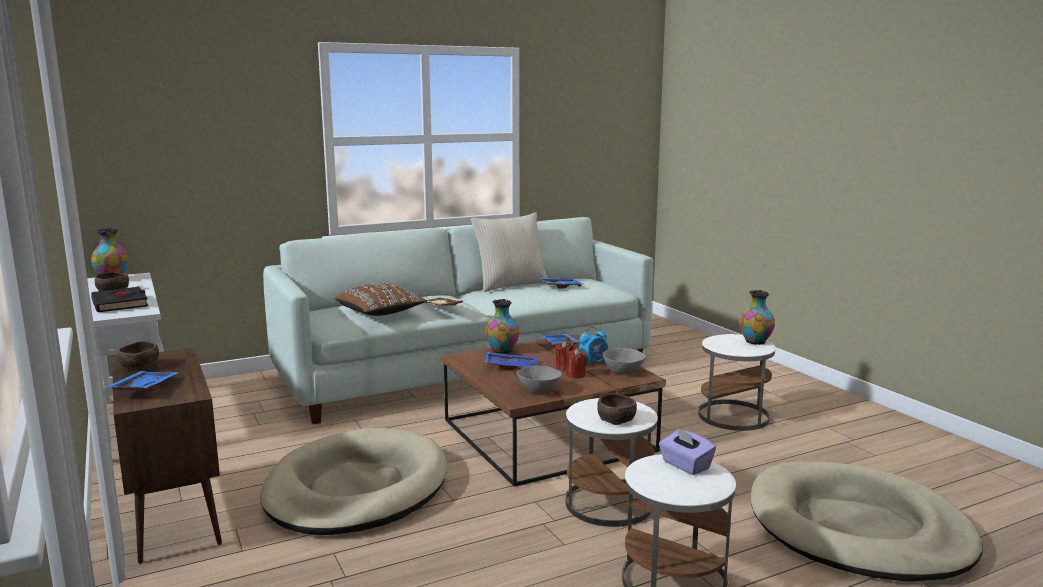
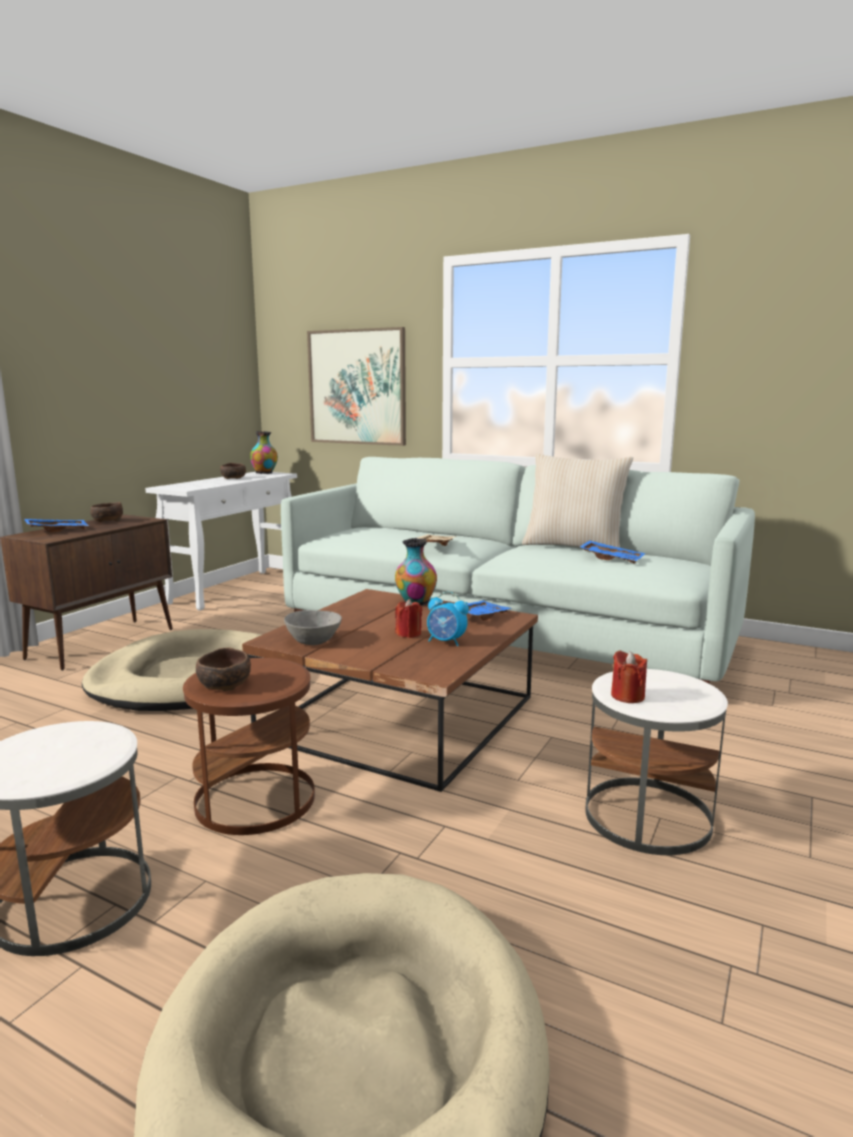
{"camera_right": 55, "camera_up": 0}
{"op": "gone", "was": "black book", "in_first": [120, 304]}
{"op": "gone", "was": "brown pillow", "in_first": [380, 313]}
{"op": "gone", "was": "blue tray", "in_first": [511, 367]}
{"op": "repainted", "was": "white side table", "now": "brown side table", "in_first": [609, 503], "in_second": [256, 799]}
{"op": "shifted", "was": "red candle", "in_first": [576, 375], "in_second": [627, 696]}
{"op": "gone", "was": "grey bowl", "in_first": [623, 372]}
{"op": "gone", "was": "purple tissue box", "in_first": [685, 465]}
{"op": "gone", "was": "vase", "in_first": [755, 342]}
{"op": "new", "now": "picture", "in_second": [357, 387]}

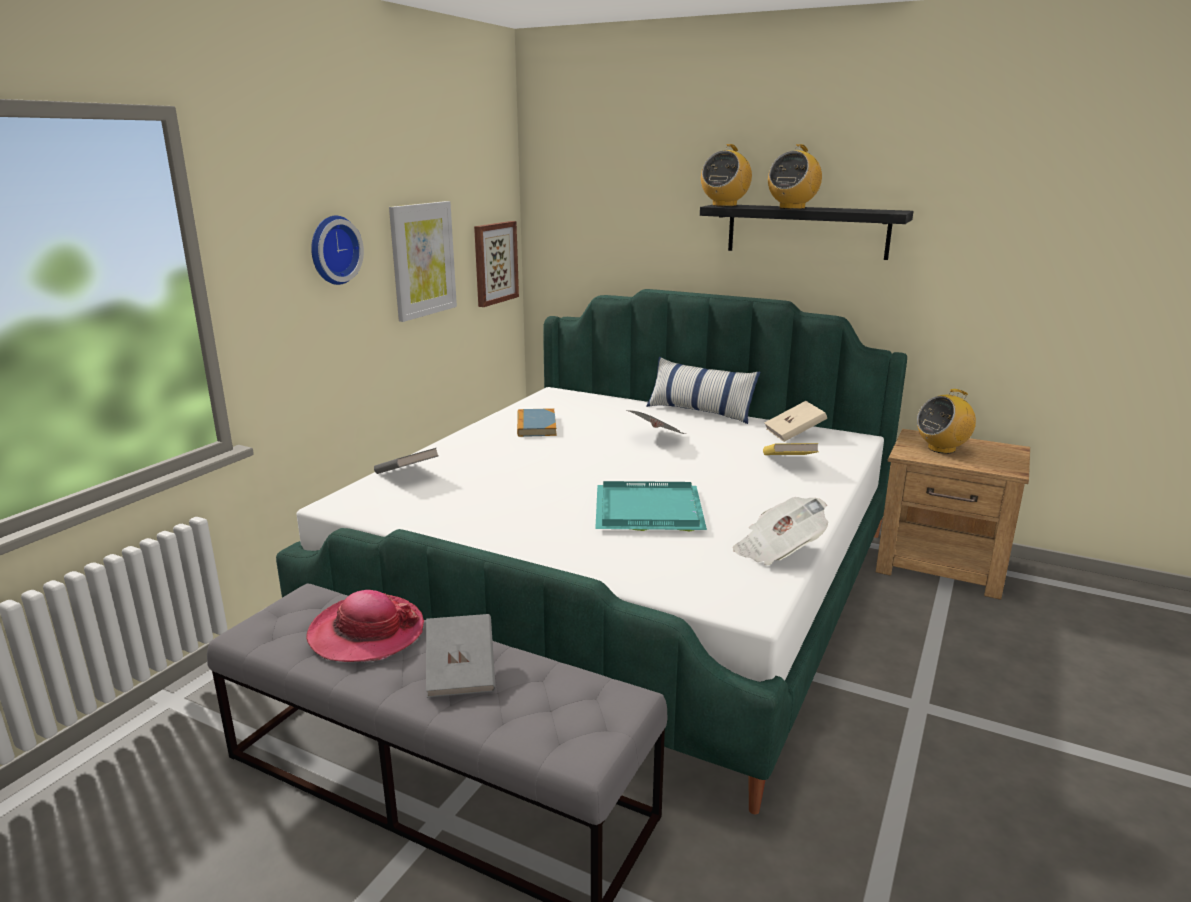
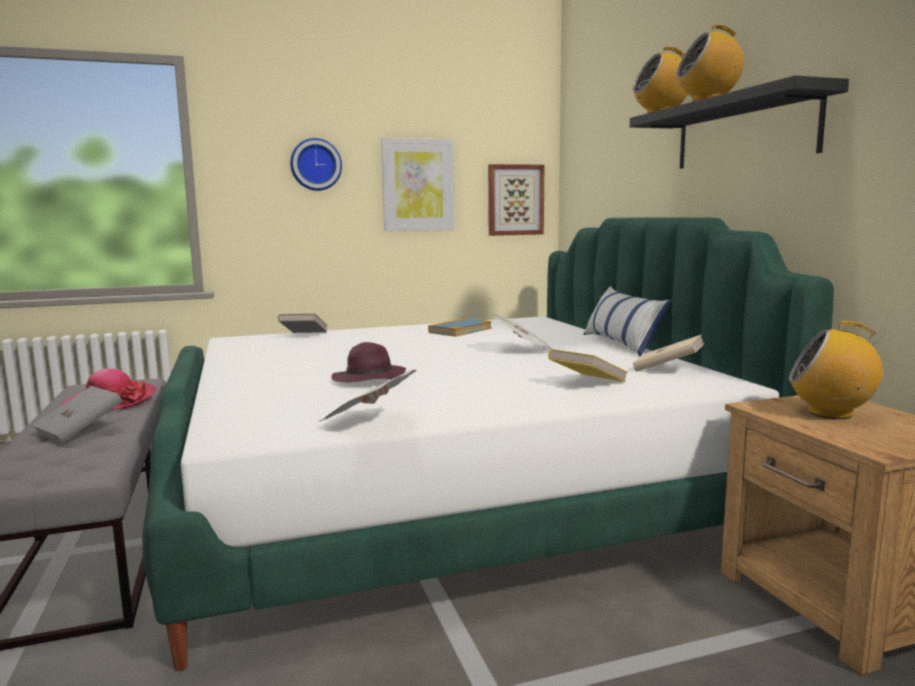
{"camera_right": 45, "camera_up": -10}
{"op": "swapped", "was": "turquoise tray", "now": "purple hat", "in_first": [650, 511], "in_second": [368, 380]}

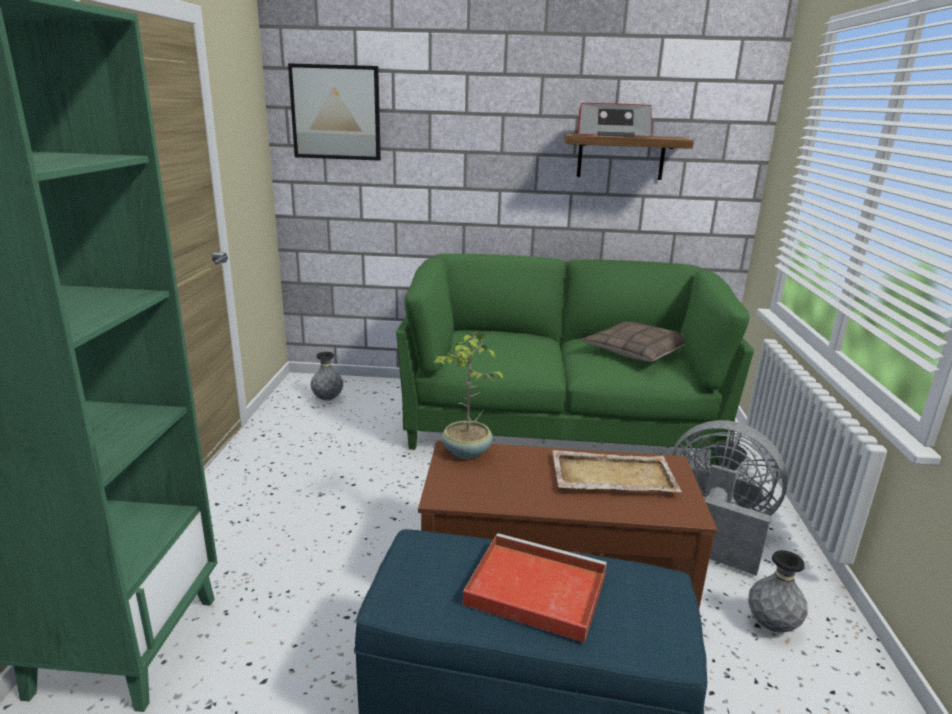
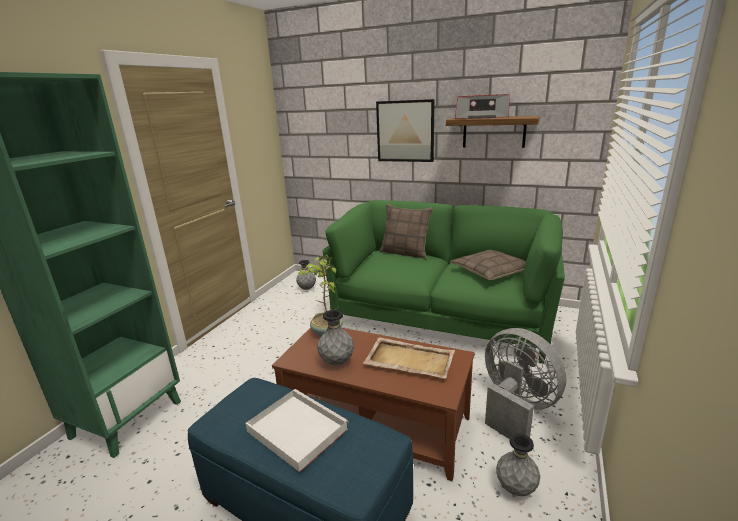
{"camera_right": 20, "camera_up": 0}
{"op": "shifted", "was": "picture", "in_first": [336, 112], "in_second": [405, 131]}
{"op": "repainted", "was": "red tray", "now": "white tray", "in_first": [533, 589], "in_second": [295, 430]}
{"op": "new", "now": "grey vase", "in_second": [337, 362]}
{"op": "new", "now": "pillow", "in_second": [405, 253]}

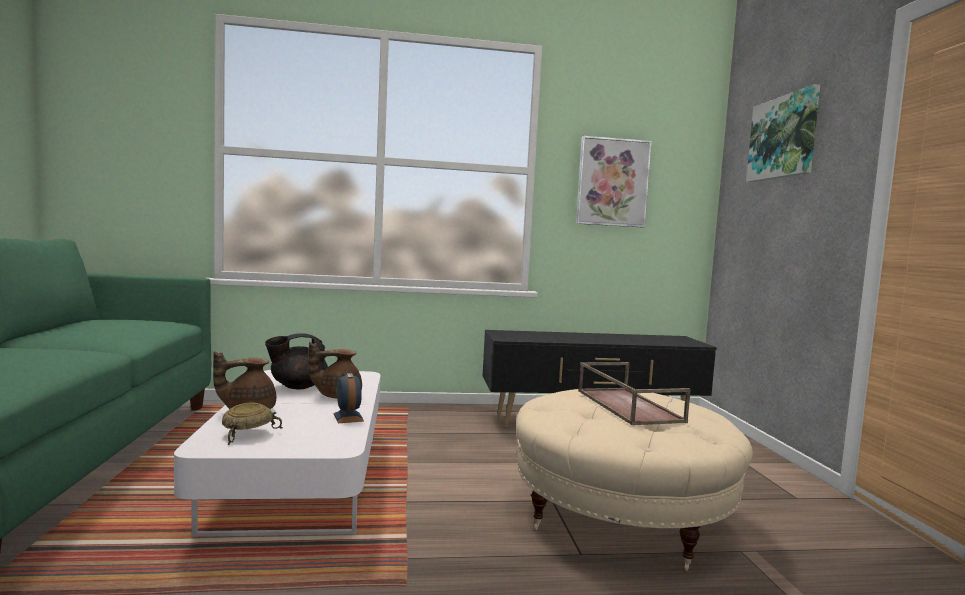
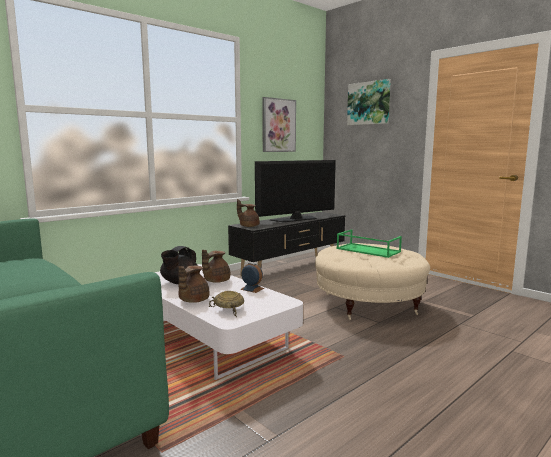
{"camera_right": -35, "camera_up": 5}
{"op": "repainted", "was": "brown tray", "now": "green tray", "in_first": [626, 405], "in_second": [367, 250]}
{"op": "new", "now": "brown teapot", "in_second": [248, 226]}
{"op": "new", "now": "television", "in_second": [296, 219]}

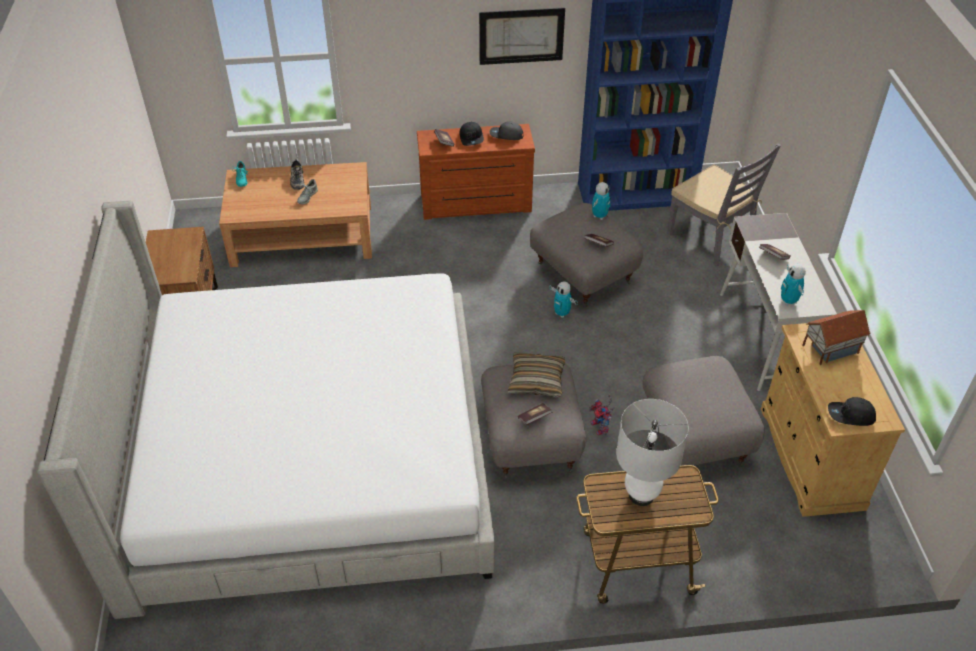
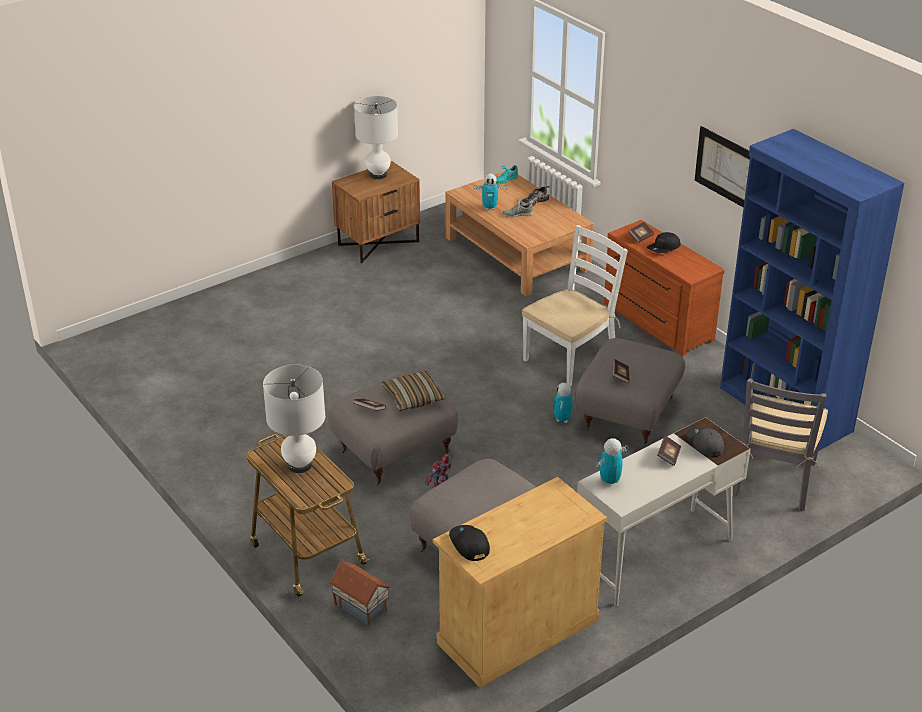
{"camera_right": 60, "camera_up": -10}
{"op": "gone", "was": "bed", "in_first": [308, 459]}
{"op": "shifted", "was": "grey cap", "in_first": [506, 135], "in_second": [704, 444]}
{"op": "shifted", "was": "toy robot", "in_first": [599, 216], "in_second": [490, 208]}
{"op": "shifted", "was": "toy house", "in_first": [830, 349], "in_second": [361, 606]}
{"op": "new", "now": "white table lamp", "in_second": [378, 175]}
{"op": "new", "now": "white chair", "in_second": [570, 359]}

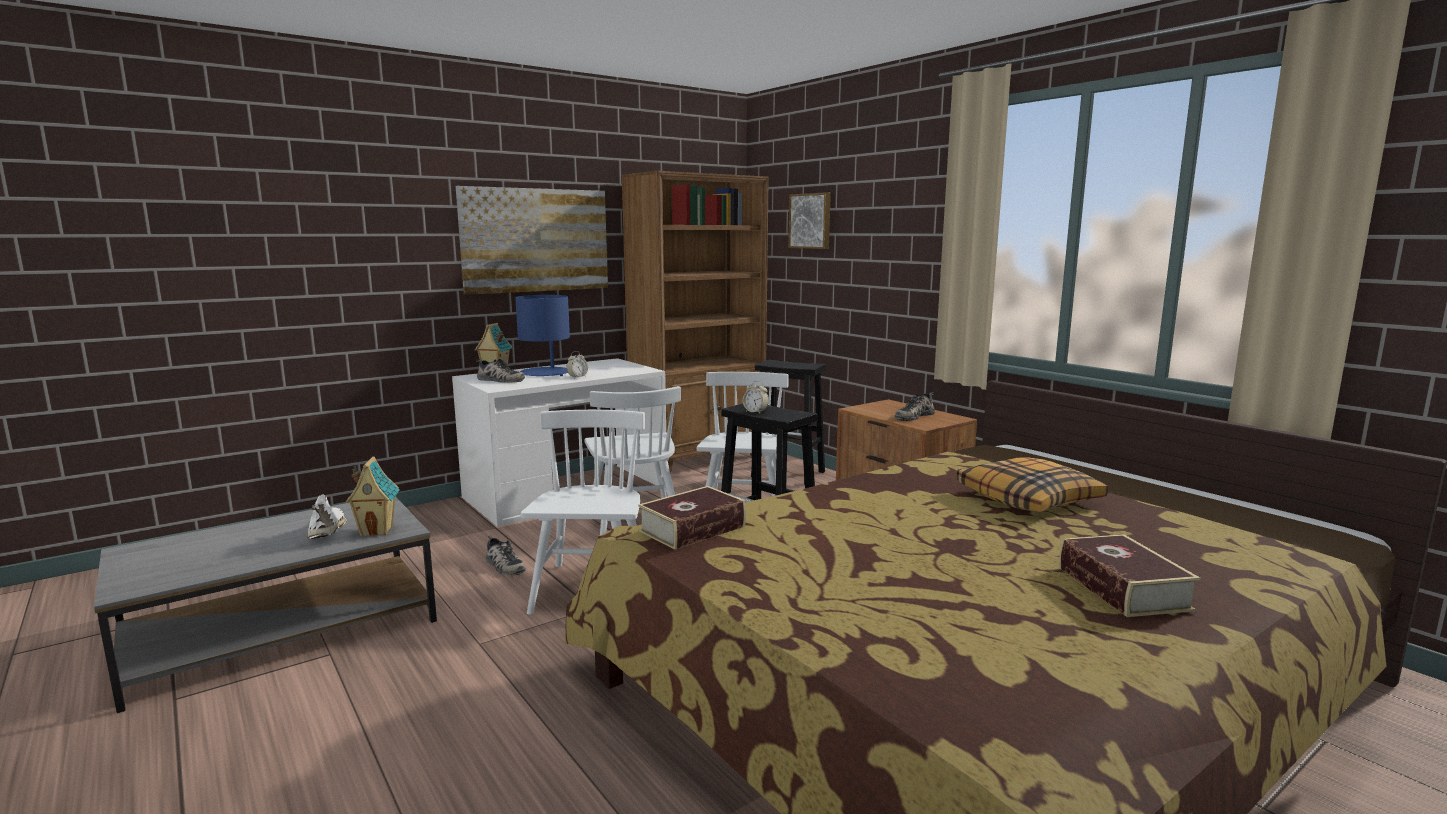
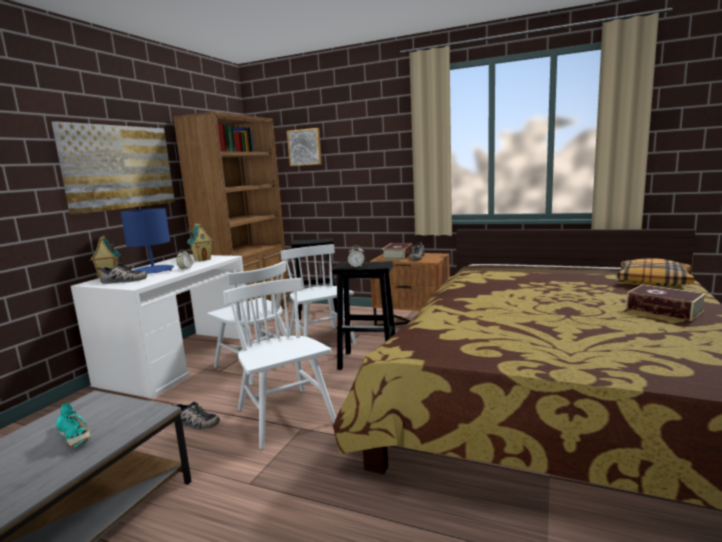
{"camera_right": -30, "camera_up": 0}
{"op": "repainted", "was": "white shoe", "now": "turquoise shoe", "in_first": [328, 529], "in_second": [75, 435]}
{"op": "shifted", "was": "toy house", "in_first": [377, 530], "in_second": [202, 259]}
{"op": "shifted", "was": "book", "in_first": [692, 529], "in_second": [397, 256]}
{"op": "shifted", "was": "pillow", "in_first": [1029, 499], "in_second": [653, 281]}

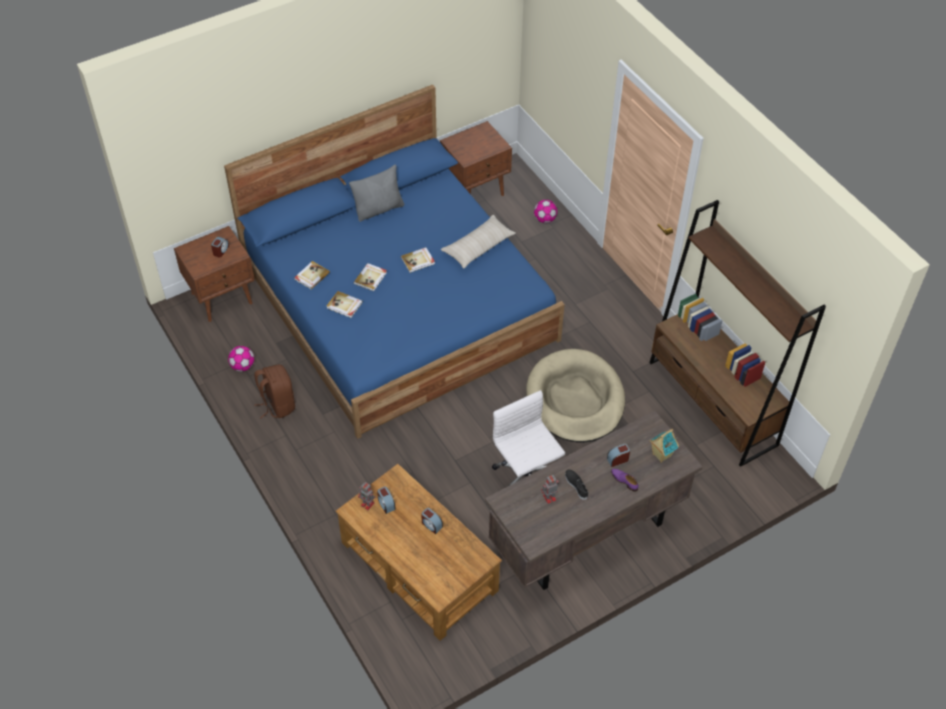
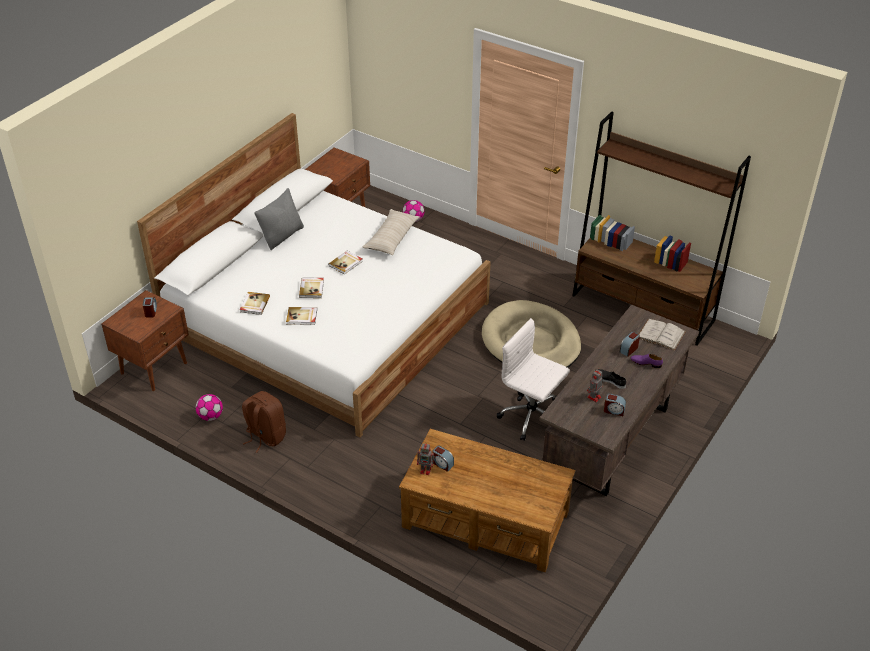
{"camera_right": -25, "camera_up": -10}
{"op": "repainted", "was": "blue bed", "now": "white bed", "in_first": [399, 303], "in_second": [327, 320]}
{"op": "shifted", "was": "alarm clock", "in_first": [431, 525], "in_second": [614, 410]}
{"op": "swapped", "was": "toy house", "now": "white book", "in_first": [661, 455], "in_second": [661, 334]}

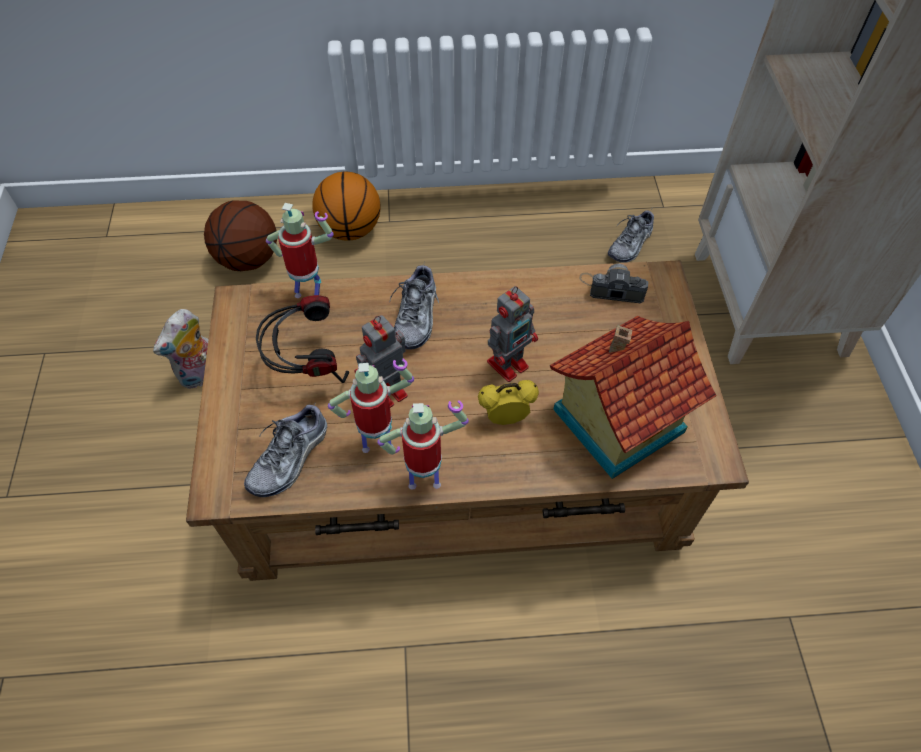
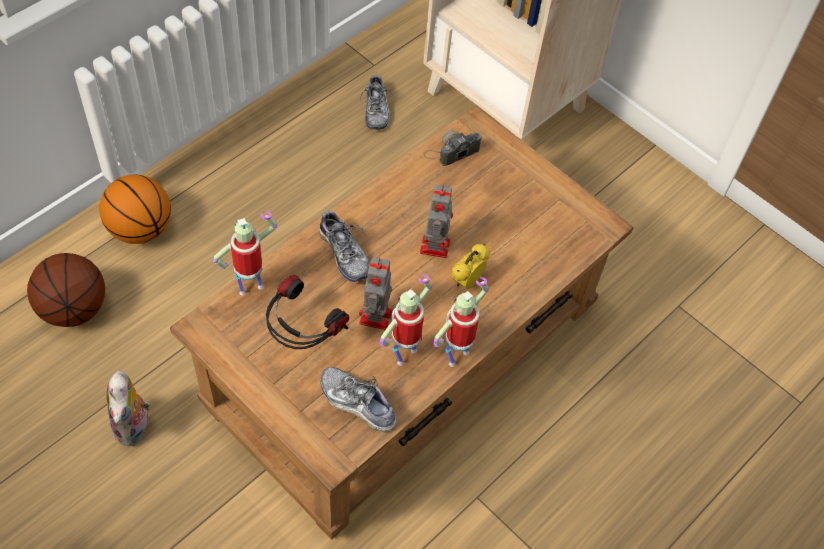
{"camera_right": -45, "camera_up": 0}
{"op": "rotated", "was": "shoe", "in_first": [290, 458], "in_second": [357, 403], "clockwise": 135}
{"op": "gone", "was": "toy house", "in_first": [615, 418]}

